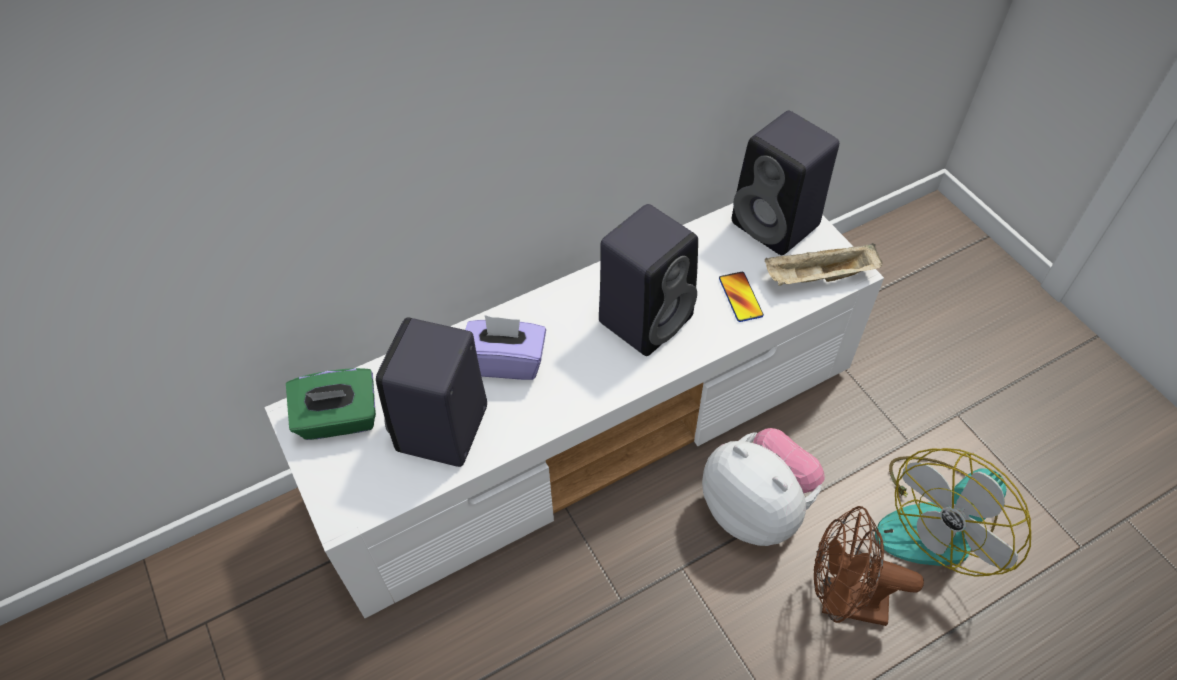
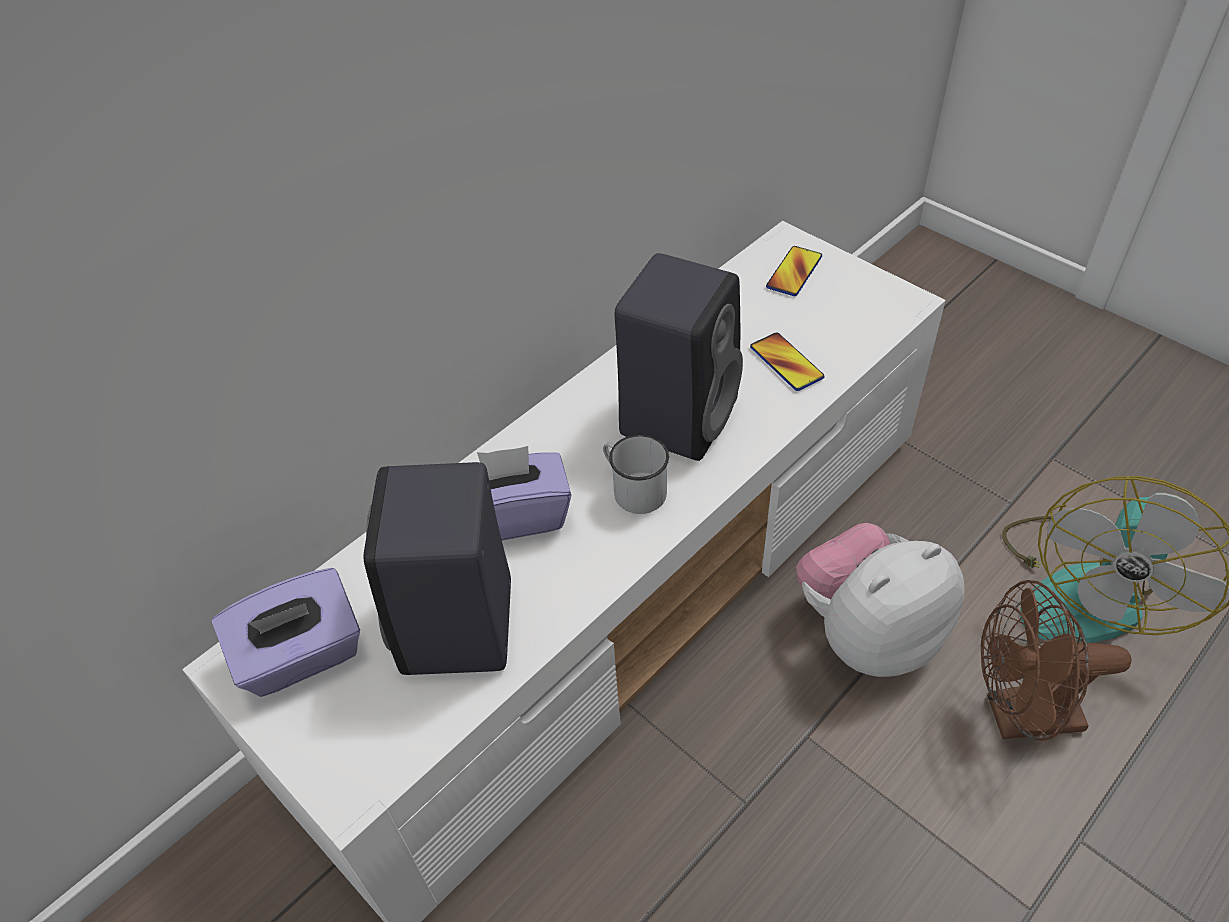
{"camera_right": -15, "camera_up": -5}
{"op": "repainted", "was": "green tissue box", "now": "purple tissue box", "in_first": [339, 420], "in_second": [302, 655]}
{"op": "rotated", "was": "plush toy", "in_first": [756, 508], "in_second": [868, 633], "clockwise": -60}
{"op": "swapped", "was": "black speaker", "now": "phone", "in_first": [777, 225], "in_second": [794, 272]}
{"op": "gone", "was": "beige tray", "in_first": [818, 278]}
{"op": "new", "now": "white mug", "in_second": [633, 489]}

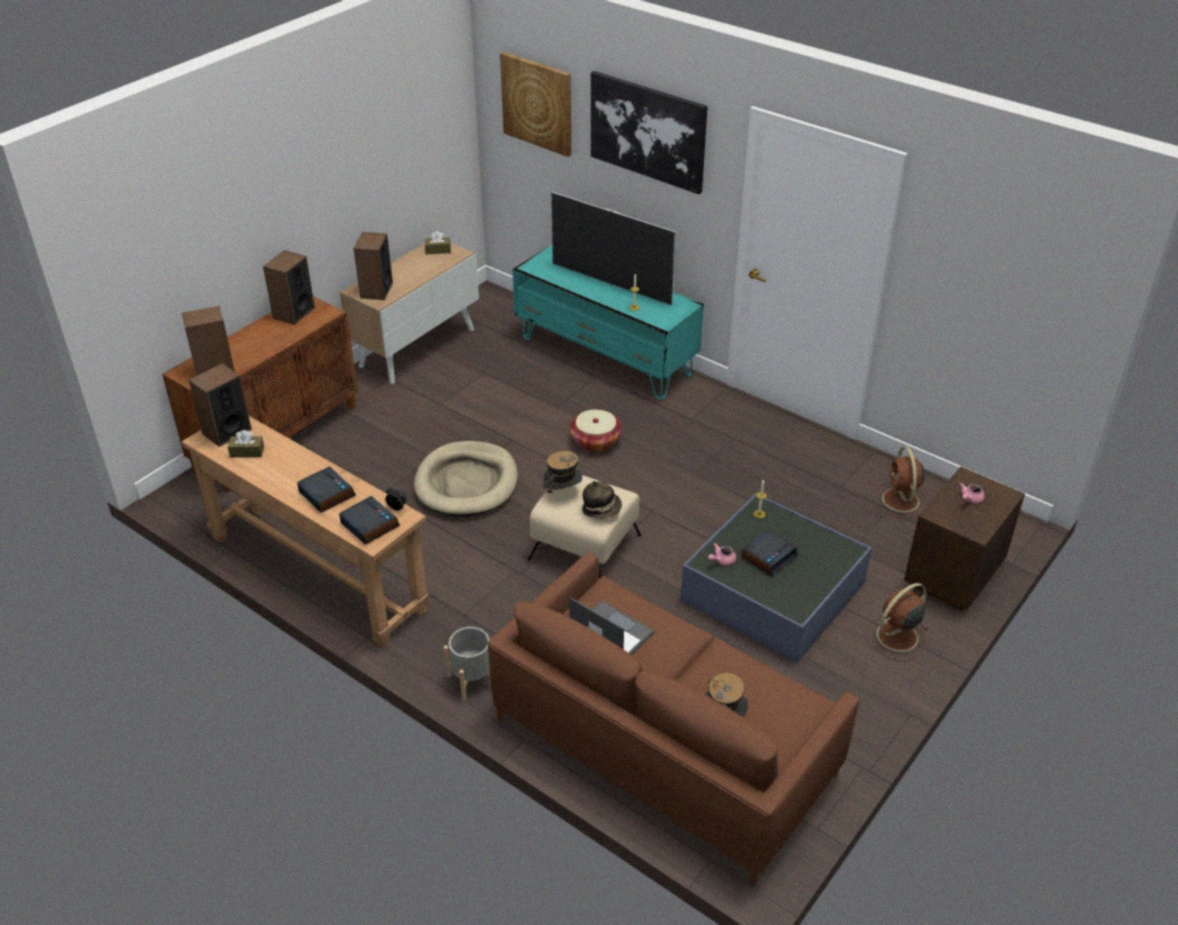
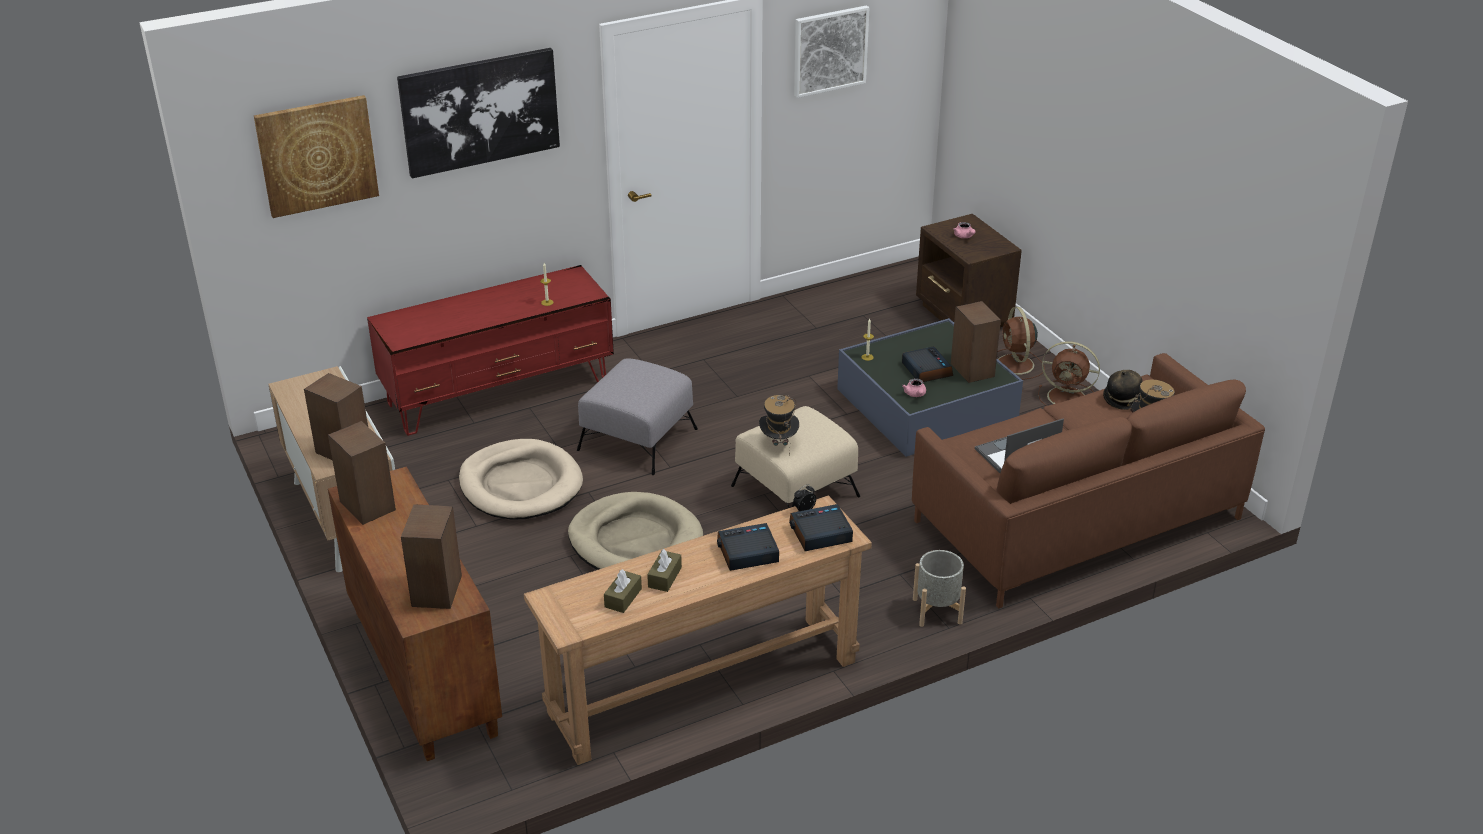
{"camera_right": -65, "camera_up": -5}
{"op": "shifted", "was": "speaker", "in_first": [226, 431], "in_second": [972, 370]}
{"op": "shifted", "was": "brown tissue box", "in_first": [438, 250], "in_second": [664, 577]}
{"op": "repainted", "was": "turquoise tv stand", "now": "red tv stand", "in_first": [605, 356], "in_second": [499, 392]}
{"op": "gone", "was": "television", "in_first": [611, 284]}
{"op": "swapped", "was": "basket", "now": "grey ottoman", "in_first": [595, 441], "in_second": [638, 439]}
{"op": "shifted", "was": "hat", "in_first": [602, 509], "in_second": [1124, 399]}
{"op": "shifted", "was": "brown fan", "in_first": [901, 501], "in_second": [1068, 398]}
{"op": "new", "now": "beige dog bed", "in_second": [521, 485]}
{"op": "new", "now": "picture", "in_second": [830, 50]}

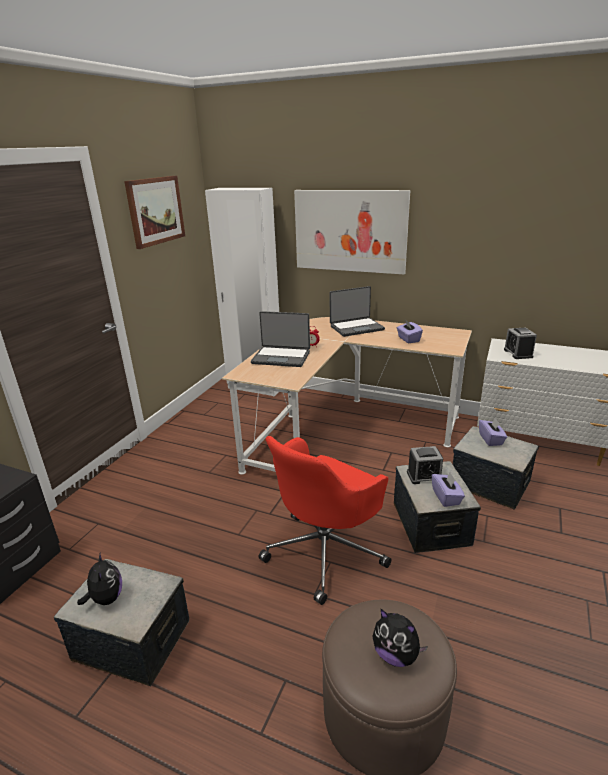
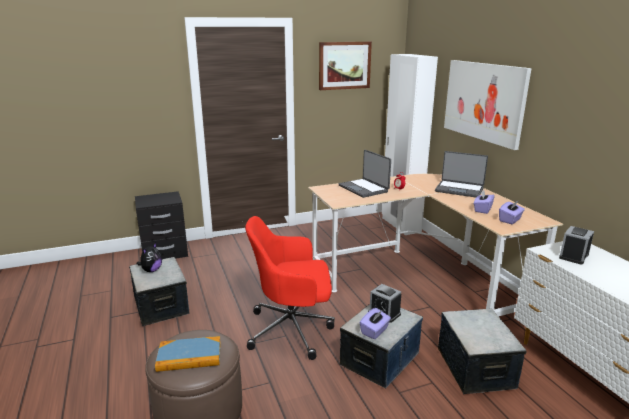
{"camera_right": 45, "camera_up": -5}
{"op": "swapped", "was": "plush toy", "now": "book", "in_first": [396, 654], "in_second": [189, 356]}
{"op": "shifted", "was": "purple tissue box", "in_first": [491, 439], "in_second": [510, 220]}

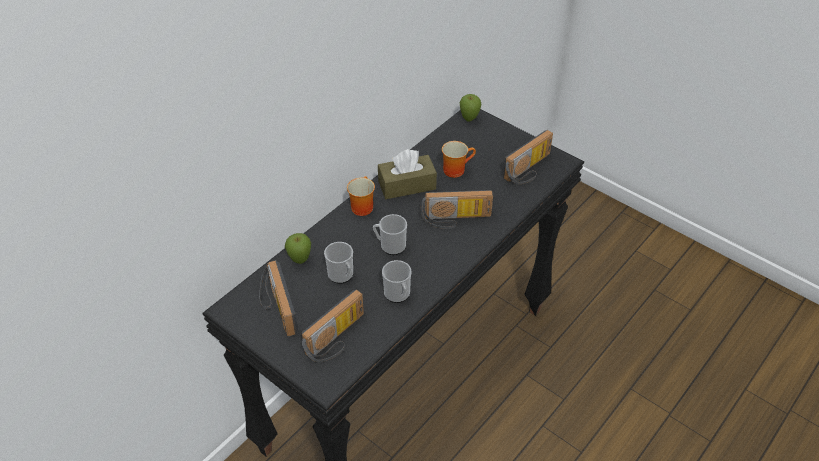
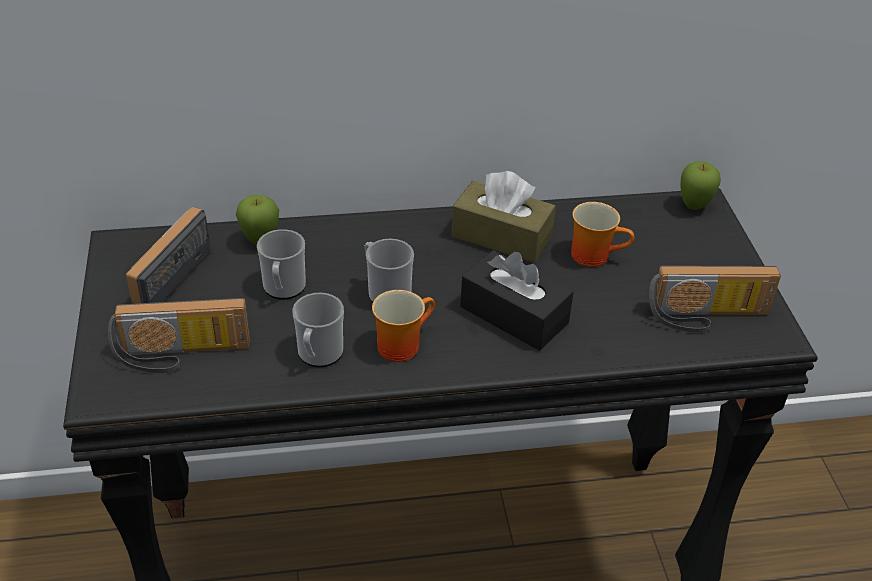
{"camera_right": 40, "camera_up": -5}
{"op": "shifted", "was": "mug", "in_first": [361, 206], "in_second": [400, 343]}
{"op": "swapped", "was": "radio", "now": "black tissue box", "in_first": [456, 219], "in_second": [514, 315]}

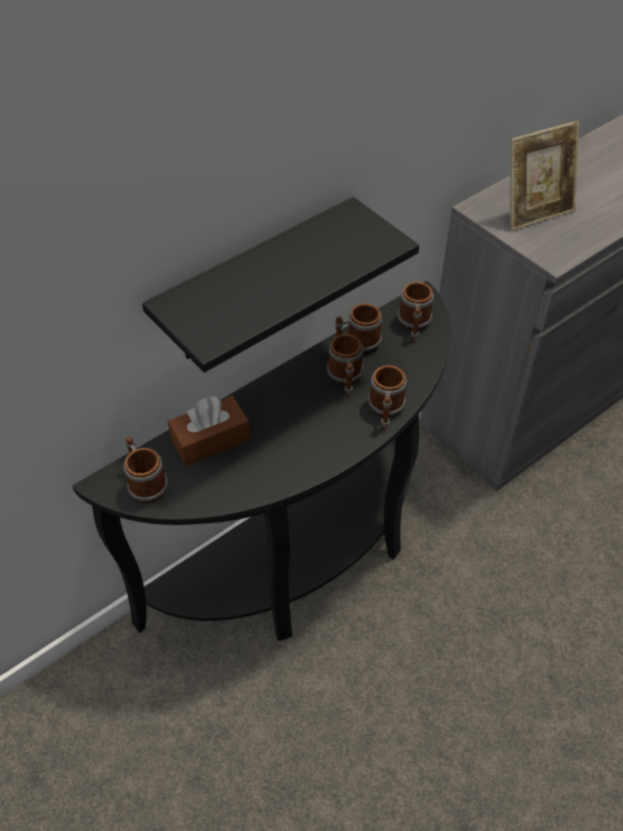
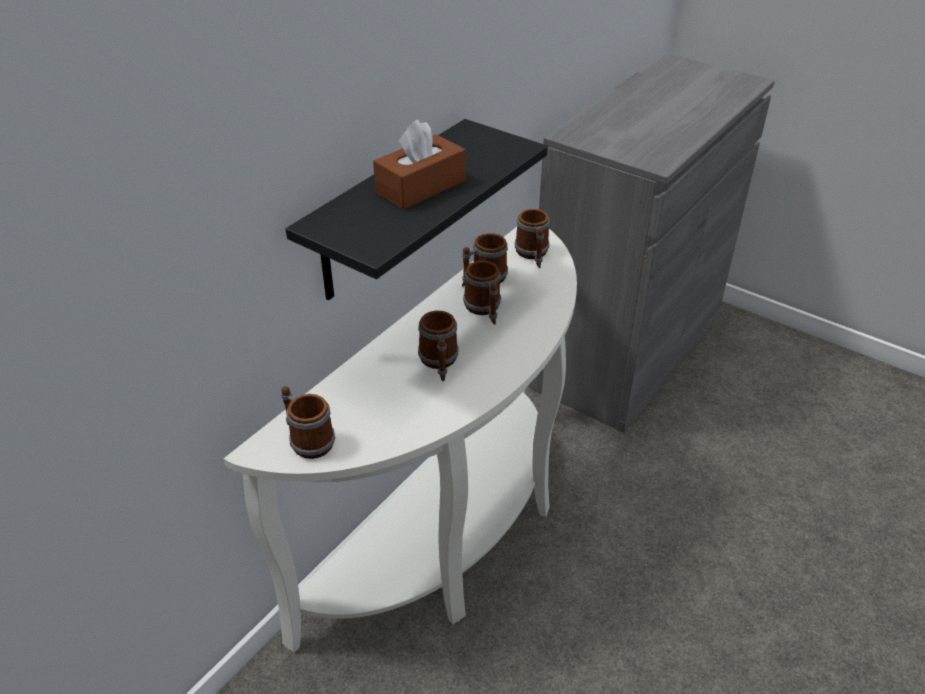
{"camera_right": -15, "camera_up": -10}
{"op": "repainted", "was": "black console table", "now": "white console table", "in_first": [305, 558], "in_second": [454, 535]}
{"op": "shifted", "was": "brown tissue box", "in_first": [210, 440], "in_second": [420, 187]}
{"op": "shifted", "was": "mug", "in_first": [385, 411], "in_second": [439, 363]}
{"op": "gone", "was": "picture frame", "in_first": [535, 213]}

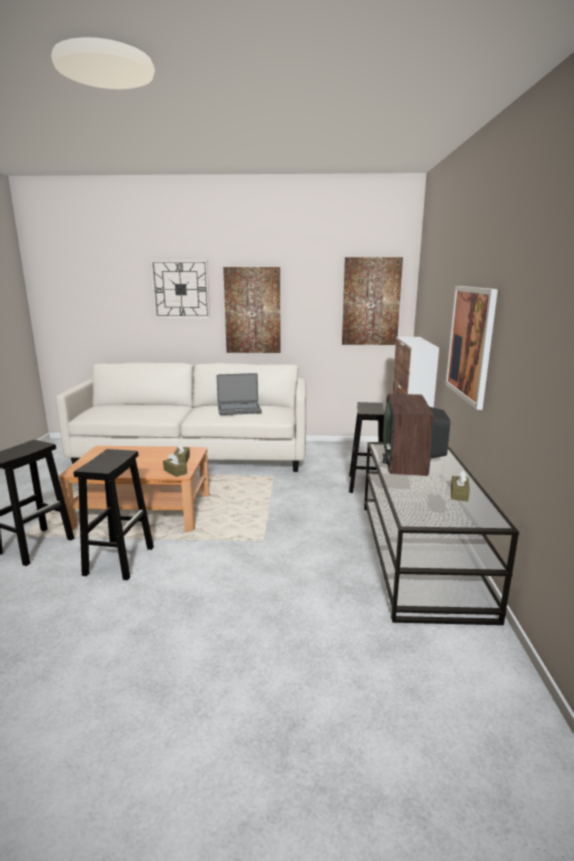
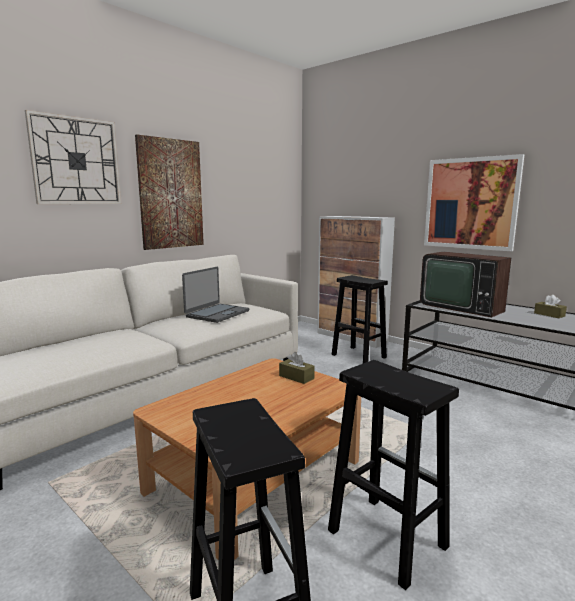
{"camera_right": -50, "camera_up": -5}
{"op": "gone", "was": "brown tissue box", "in_first": [175, 472]}
{"op": "gone", "was": "picture", "in_first": [371, 302]}

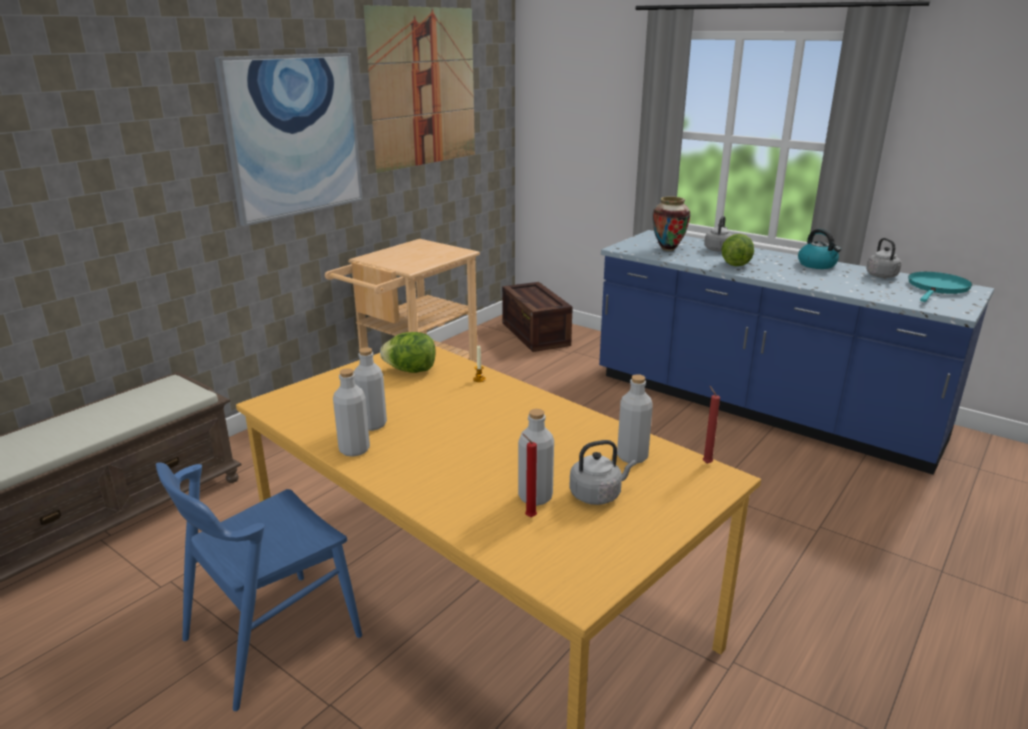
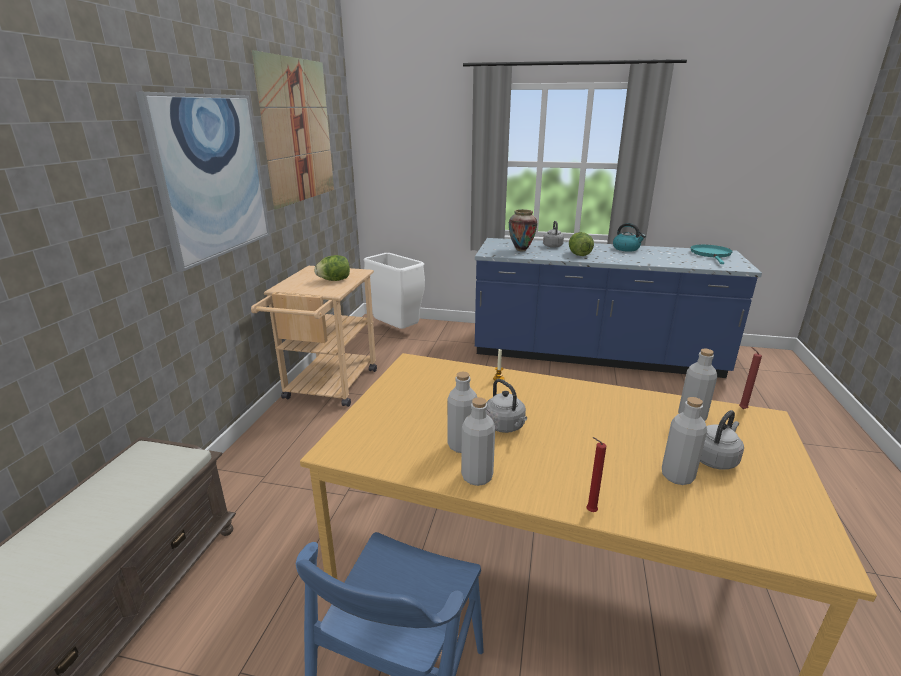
{"camera_right": -25, "camera_up": 0}
{"op": "shifted", "was": "lettuce", "in_first": [411, 370], "in_second": [334, 280]}
{"op": "swapped", "was": "crate", "now": "white trash can", "in_first": [533, 334], "in_second": [396, 331]}
{"op": "shifted", "was": "red candle", "in_first": [529, 516], "in_second": [589, 511]}
{"op": "shifted", "was": "grey kettle", "in_first": [882, 276], "in_second": [505, 426]}

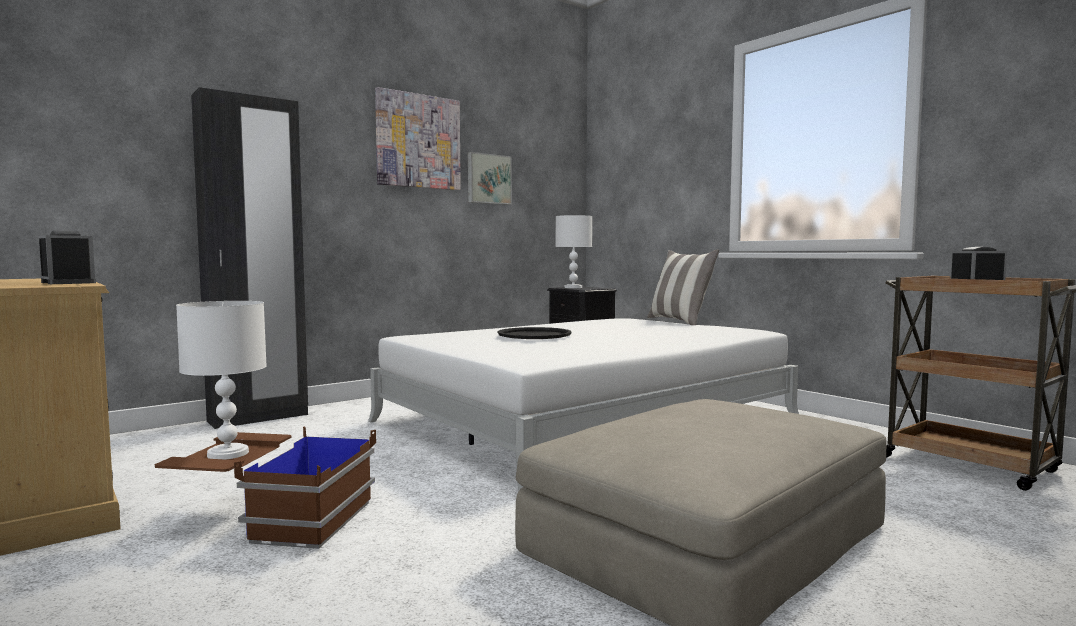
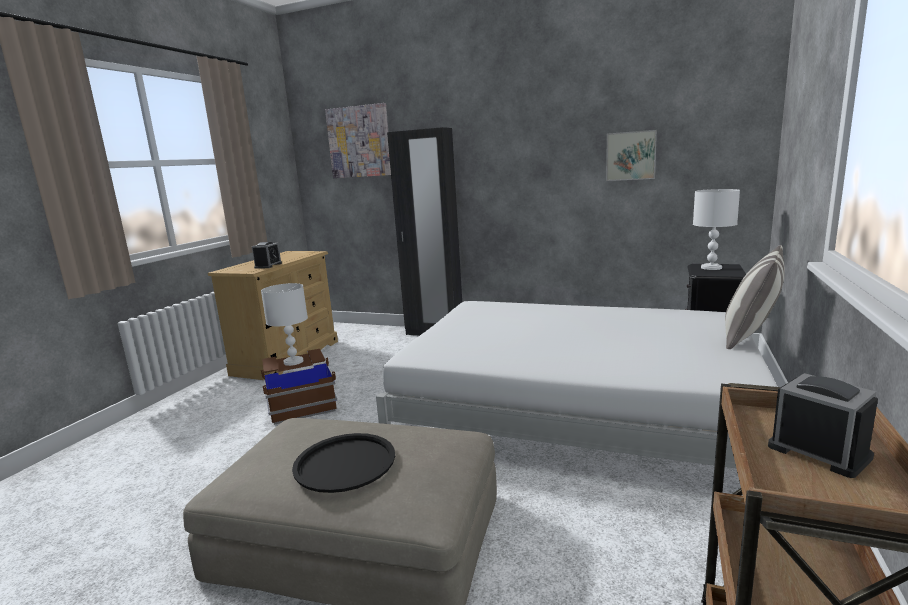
{"camera_right": 60, "camera_up": 10}
{"op": "shifted", "was": "picture", "in_first": [418, 141], "in_second": [359, 142]}
{"op": "shifted", "was": "black tray", "in_first": [534, 335], "in_second": [345, 463]}

